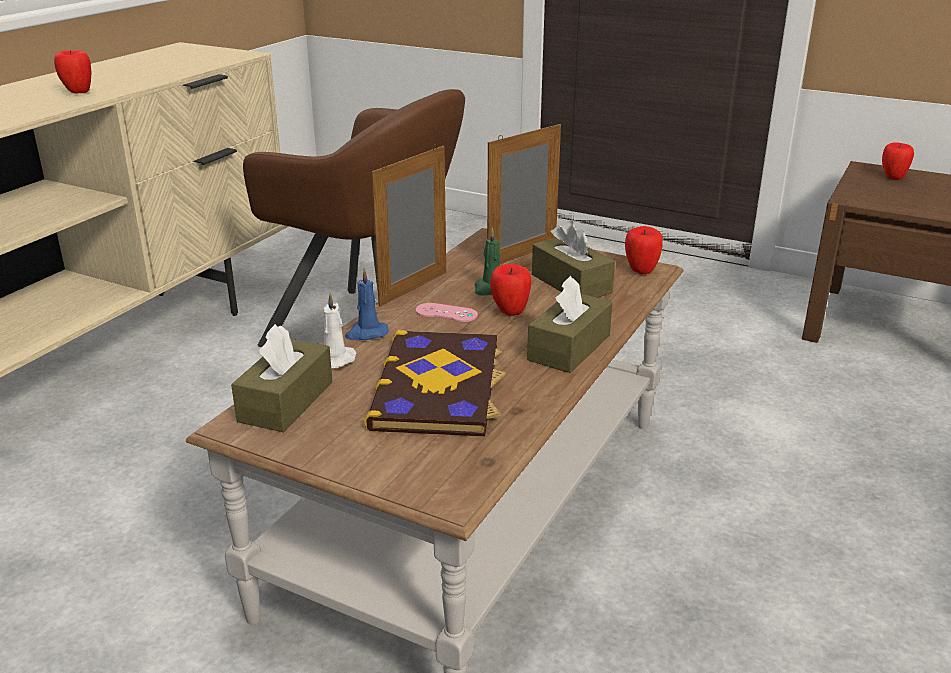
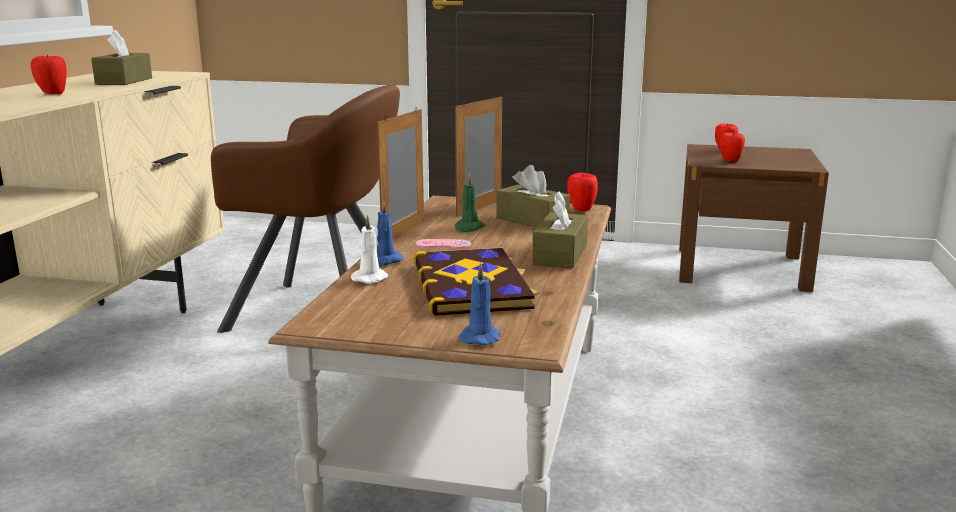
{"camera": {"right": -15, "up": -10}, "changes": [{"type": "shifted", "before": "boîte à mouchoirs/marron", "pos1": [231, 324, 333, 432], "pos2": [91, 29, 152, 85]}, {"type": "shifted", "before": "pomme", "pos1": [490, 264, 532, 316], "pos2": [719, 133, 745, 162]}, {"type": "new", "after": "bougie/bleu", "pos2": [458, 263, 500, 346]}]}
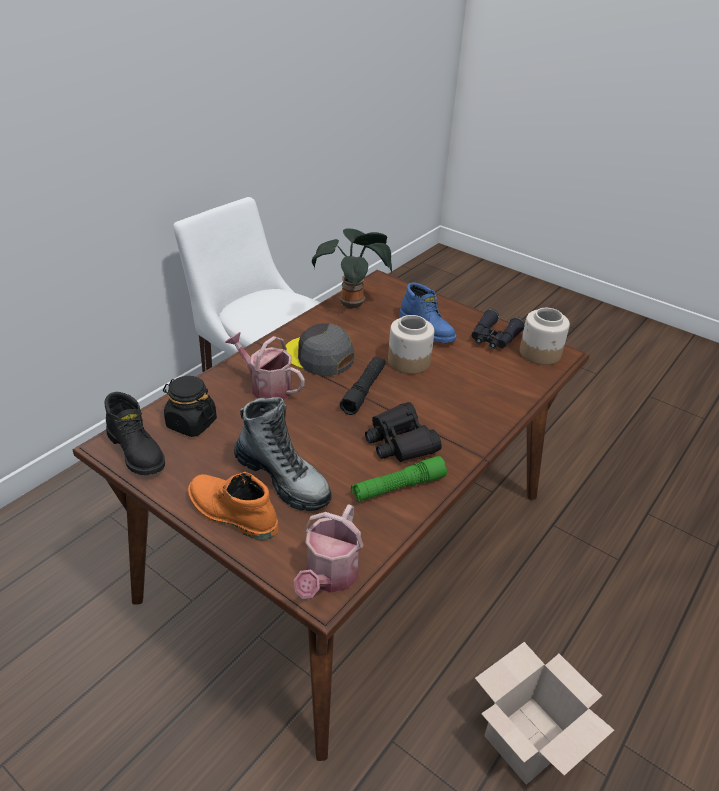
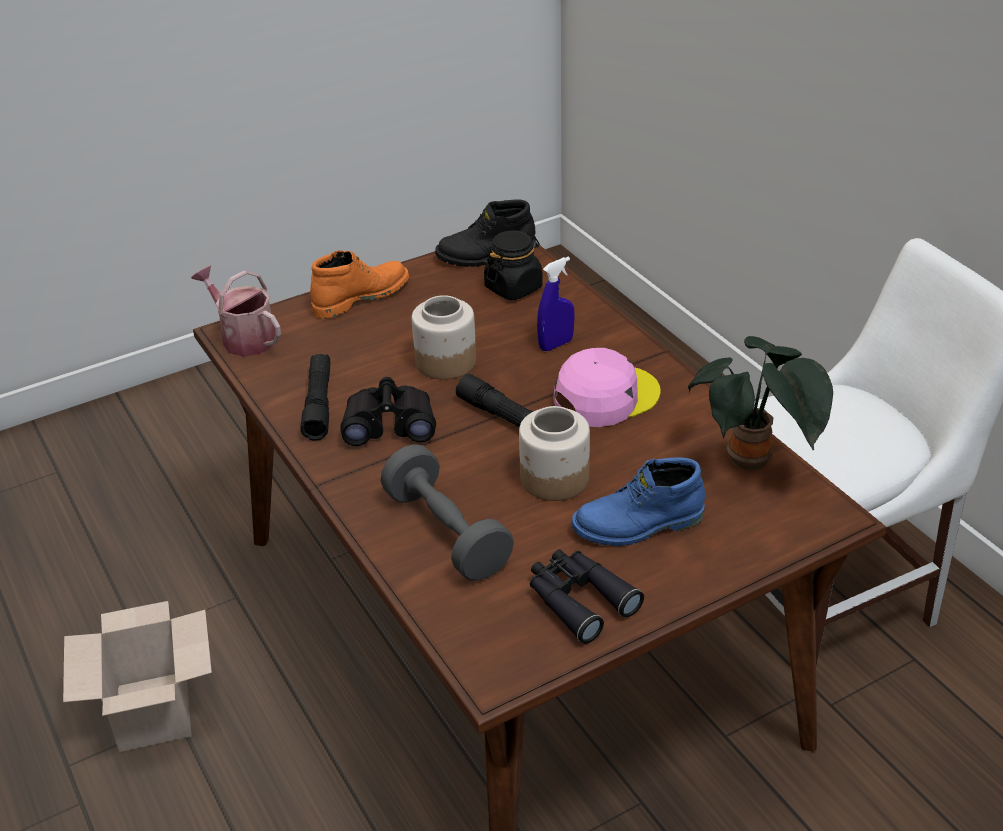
{"camera": {"right": 115, "up": 0}, "changes": [{"type": "swapped", "before": "arrosoir", "after": "vaporisateur/bleu", "pos1": [225, 332, 305, 400], "pos2": [537, 257, 575, 351]}, {"type": "gone", "before": "botte", "pos1": [234, 397, 332, 511]}, {"type": "repainted", "before": "casquette/gris", "after": "casquette/rose", "pos1": [286, 323, 354, 376], "pos2": [553, 348, 661, 427]}, {"type": "repainted", "before": "lampe de poche/vert", "after": "lampe de poche/noir", "pos1": [351, 456, 447, 502], "pos2": [301, 354, 330, 440]}, {"type": "shifted", "before": "bocal", "pos1": [520, 308, 570, 365], "pos2": [412, 295, 476, 380]}, {"type": "new", "after": "haltère/gris", "pos2": [381, 444, 514, 581]}]}
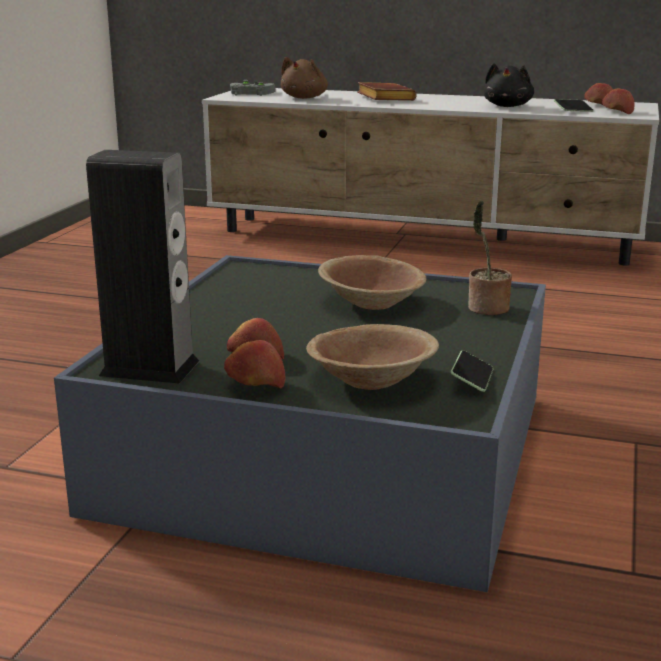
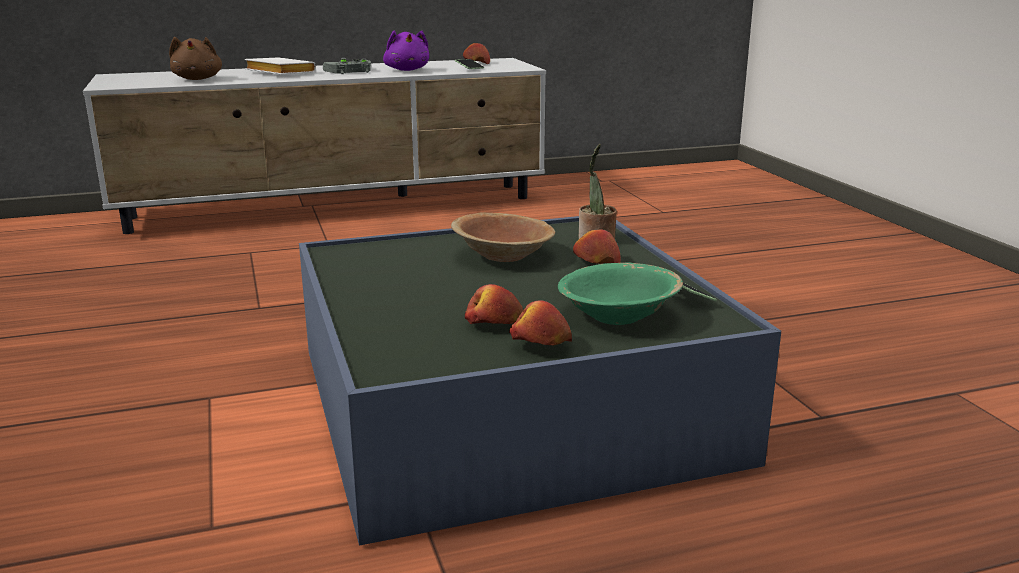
{"camera": {"right": -35, "up": 0}, "changes": [{"type": "gone", "before": "enceinte", "pos1": [86, 150, 199, 384]}, {"type": "shifted", "before": "manette/gris", "pos1": [230, 80, 276, 96], "pos2": [323, 58, 371, 74]}, {"type": "repainted", "before": "bol/marron", "after": "bol/vert", "pos1": [306, 324, 439, 390], "pos2": [558, 262, 683, 325]}, {"type": "repainted", "before": "livre/marron", "after": "livre/blanc", "pos1": [357, 82, 417, 101], "pos2": [245, 57, 316, 74]}, {"type": "repainted", "before": "peluche/noir", "after": "peluche/violet", "pos1": [484, 63, 534, 107], "pos2": [383, 30, 429, 71]}, {"type": "shifted", "before": "pomme", "pos1": [602, 88, 635, 114], "pos2": [573, 229, 621, 264]}]}
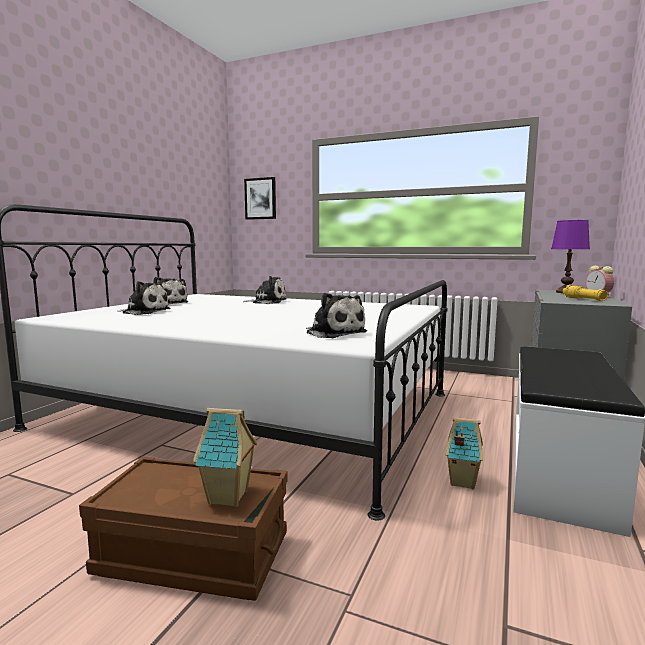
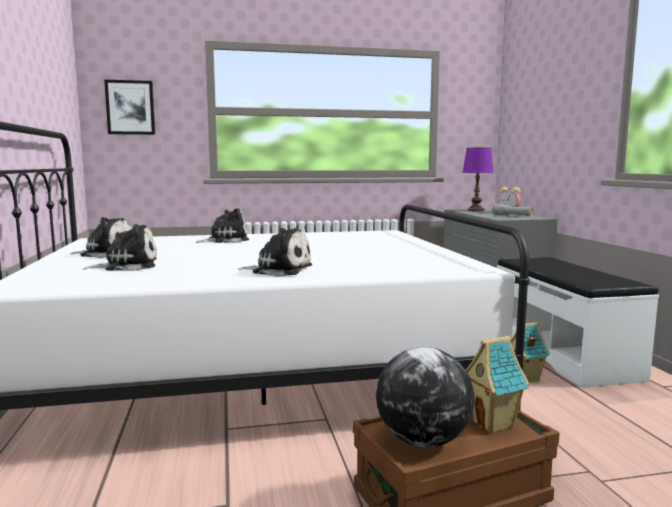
{"camera": {"right": -35, "up": 0}, "changes": [{"type": "shifted", "before": "peluche", "pos1": [306, 293, 367, 338], "pos2": [238, 227, 312, 276]}, {"type": "repainted", "before": "lampe de poche/jaune", "after": "lampe de poche/gris", "pos1": [563, 285, 608, 301], "pos2": [492, 204, 533, 216]}, {"type": "new", "after": "globe", "pos2": [376, 347, 475, 447]}]}
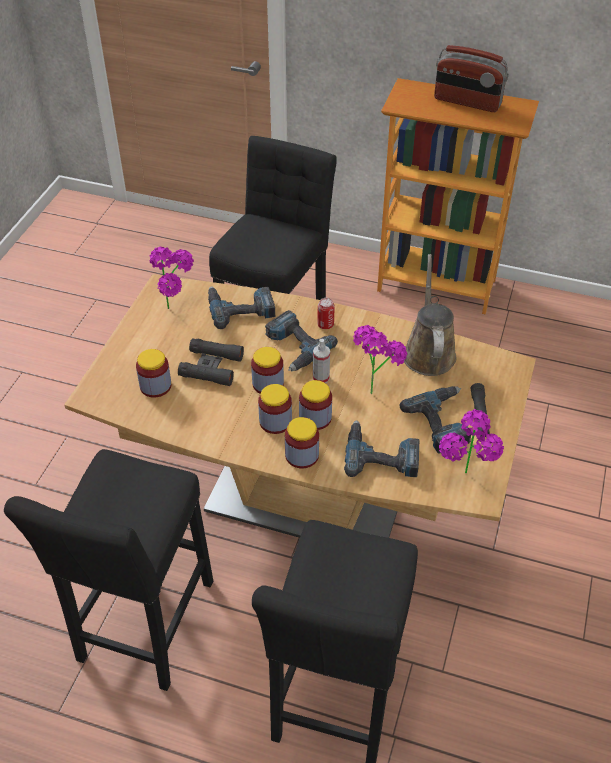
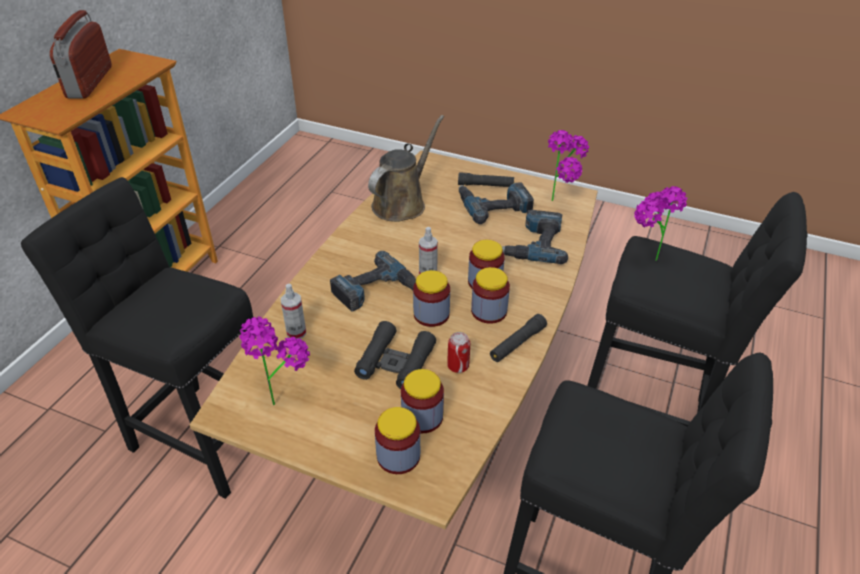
{"camera": {"right": -85, "up": -5}, "changes": [{"type": "swapped", "before": "perceuse", "after": "vaporisateur", "pos1": [208, 287, 275, 329], "pos2": [281, 283, 306, 339]}, {"type": "shifted", "before": "bocal", "pos1": [285, 417, 319, 468], "pos2": [375, 407, 420, 474]}, {"type": "shifted", "before": "boîte métallique", "pos1": [317, 298, 334, 329], "pos2": [447, 332, 470, 373]}, {"type": "shifted", "before": "plante en pot", "pos1": [353, 325, 407, 394], "pos2": [634, 186, 687, 261]}, {"type": "rotated", "before": "arrosoir/marron", "pos1": [404, 254, 457, 376], "pos2": [368, 115, 444, 222], "turn": 120}, {"type": "rotated", "before": "radio", "pos1": [434, 45, 509, 112], "pos2": [50, 10, 112, 99], "turn": 150}, {"type": "new", "after": "lampe de poche/noir", "pos2": [490, 314, 547, 362]}]}
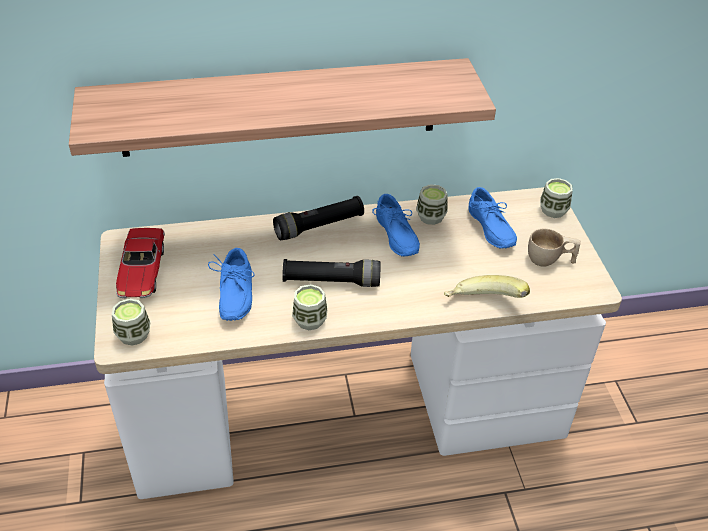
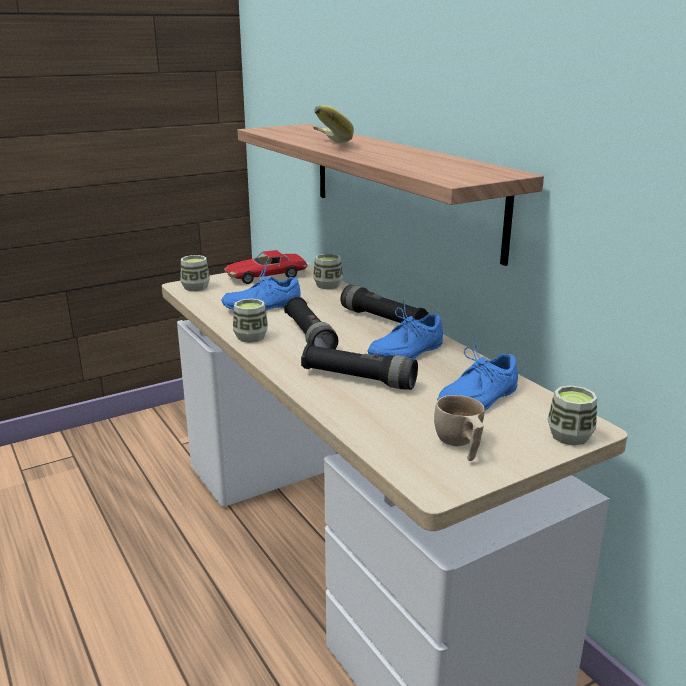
{"camera": {"right": 70, "up": -20}, "changes": [{"type": "shifted", "before": "tasse", "pos1": [416, 184, 448, 225], "pos2": [313, 254, 343, 289]}, {"type": "shifted", "before": "banane", "pos1": [444, 275, 530, 298], "pos2": [313, 106, 354, 143]}, {"type": "new", "after": "lampe de poche/noir", "pos2": [301, 343, 418, 390]}]}
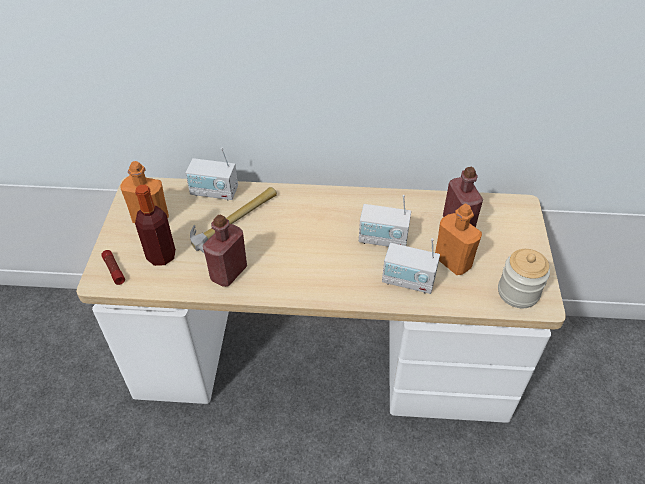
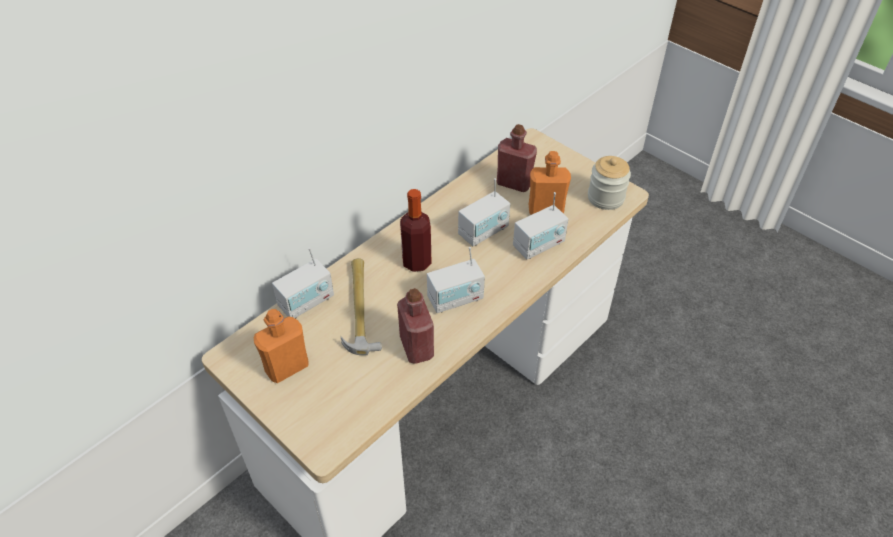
{"camera": {"right": -50, "up": 0}, "changes": [{"type": "gone", "before": "lampe de poche", "pos1": [101, 250, 125, 285]}, {"type": "shifted", "before": "bouteille", "pos1": [135, 185, 176, 266], "pos2": [400, 189, 432, 272]}, {"type": "new", "after": "radio", "pos2": [427, 247, 485, 313]}]}
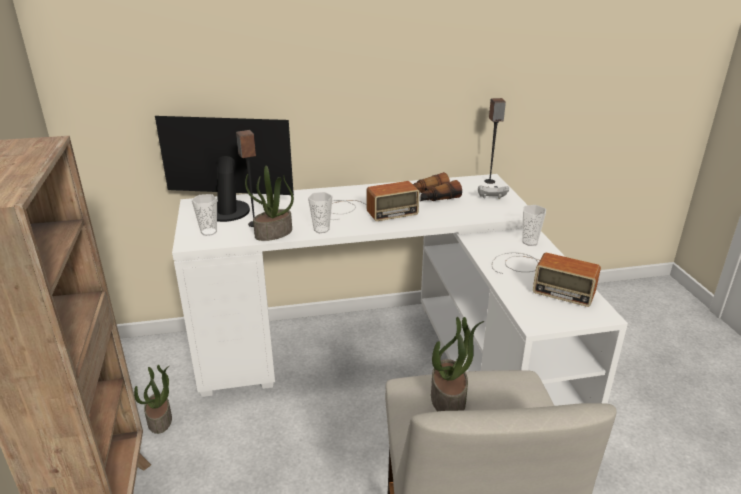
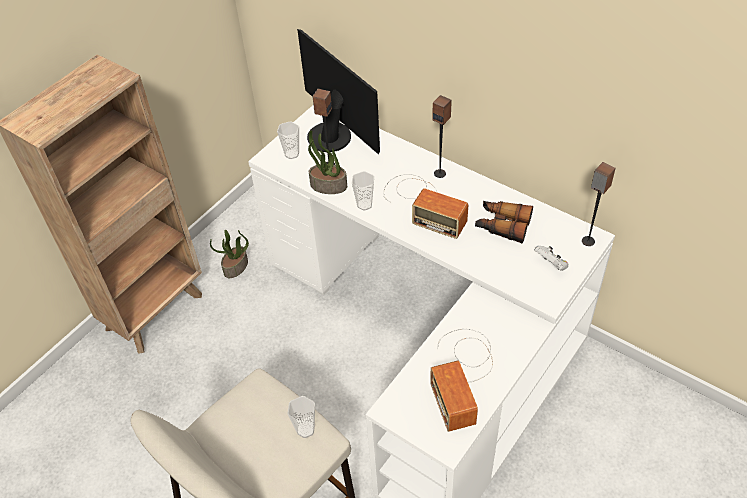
{"camera": {"right": 50, "up": 20}, "changes": [{"type": "gone", "before": "plante en pot", "pos1": [431, 317, 484, 412]}, {"type": "shifted", "before": "tasse", "pos1": [522, 205, 546, 246], "pos2": [287, 396, 315, 438]}, {"type": "new", "after": "enceinte", "pos2": [432, 95, 452, 178]}]}
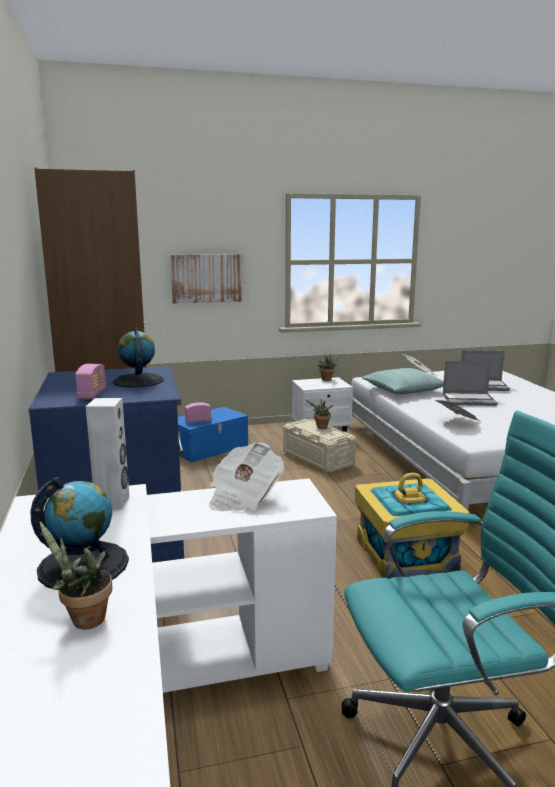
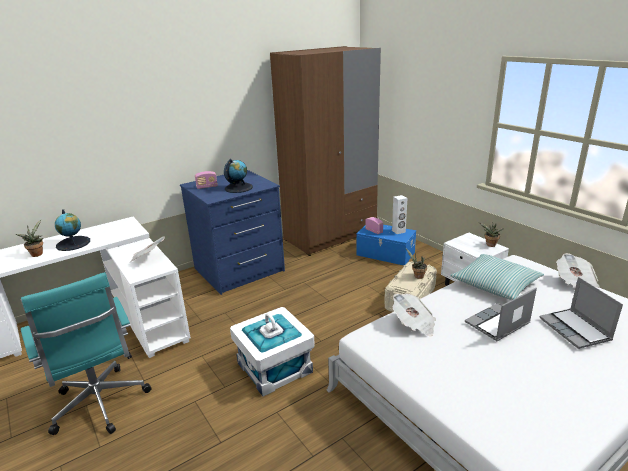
{"camera": {"right": 70, "up": 10}, "changes": [{"type": "shifted", "before": "enceinte/blanc", "pos1": [86, 398, 129, 510], "pos2": [392, 195, 407, 234]}, {"type": "gone", "before": "tableau", "pos1": [170, 254, 243, 304]}, {"type": "repainted", "before": "boîte de rangement/jaune", "after": "boîte de rangement/blanc", "pos1": [355, 473, 470, 579], "pos2": [230, 307, 315, 396]}, {"type": "rotated", "before": "ordinateur portable", "pos1": [443, 361, 498, 406], "pos2": [465, 288, 537, 341], "turn": 75}]}
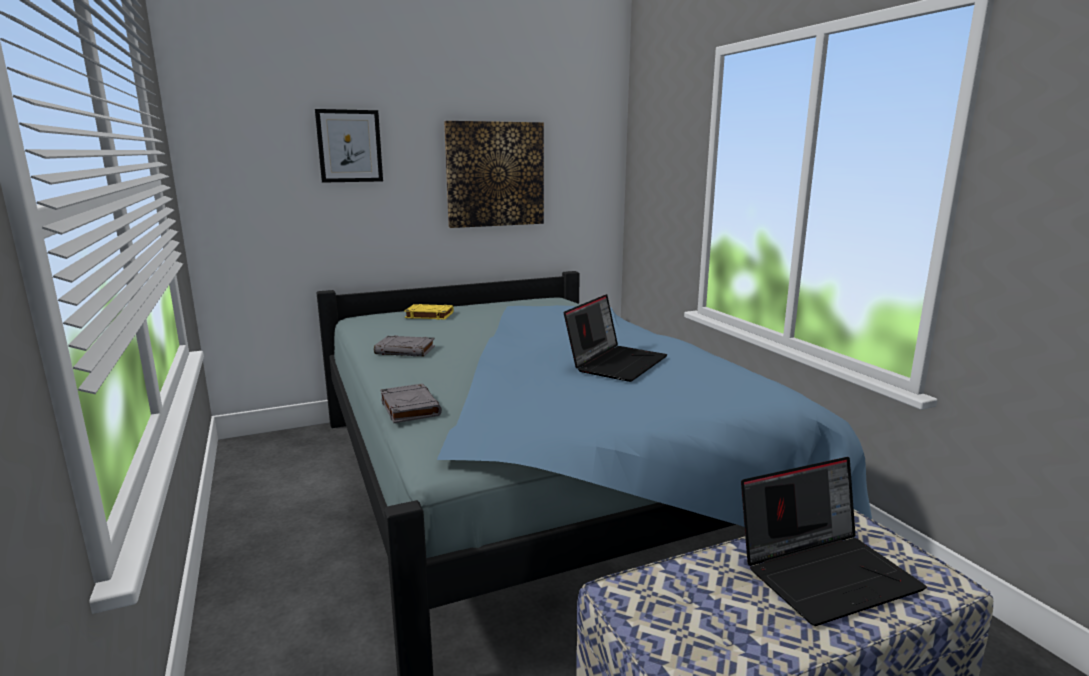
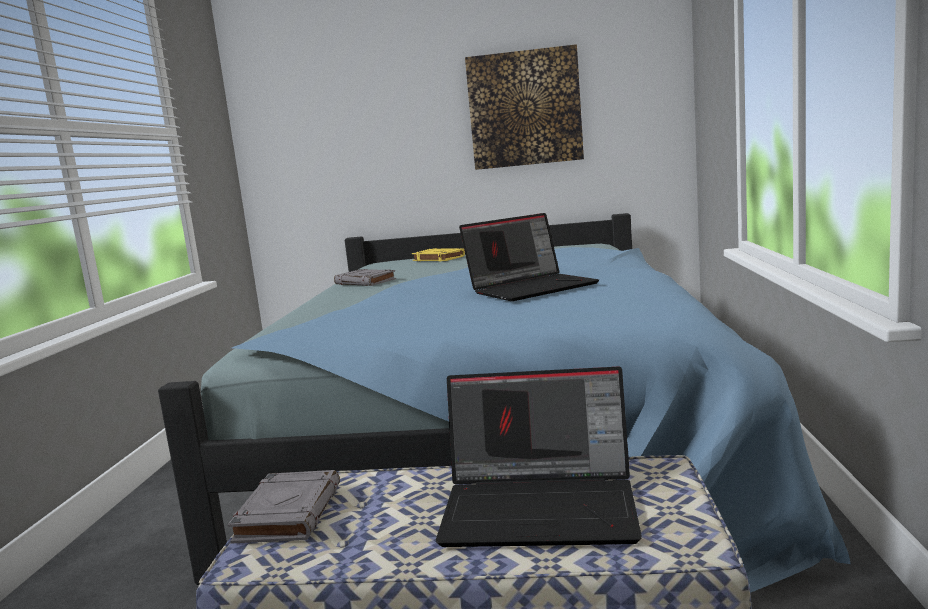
{"camera": {"right": 30, "up": -5}, "changes": [{"type": "gone", "before": "tableau", "pos1": [315, 109, 383, 183]}, {"type": "shifted", "before": "livre/gris", "pos1": [380, 383, 442, 423], "pos2": [228, 470, 340, 544]}]}
